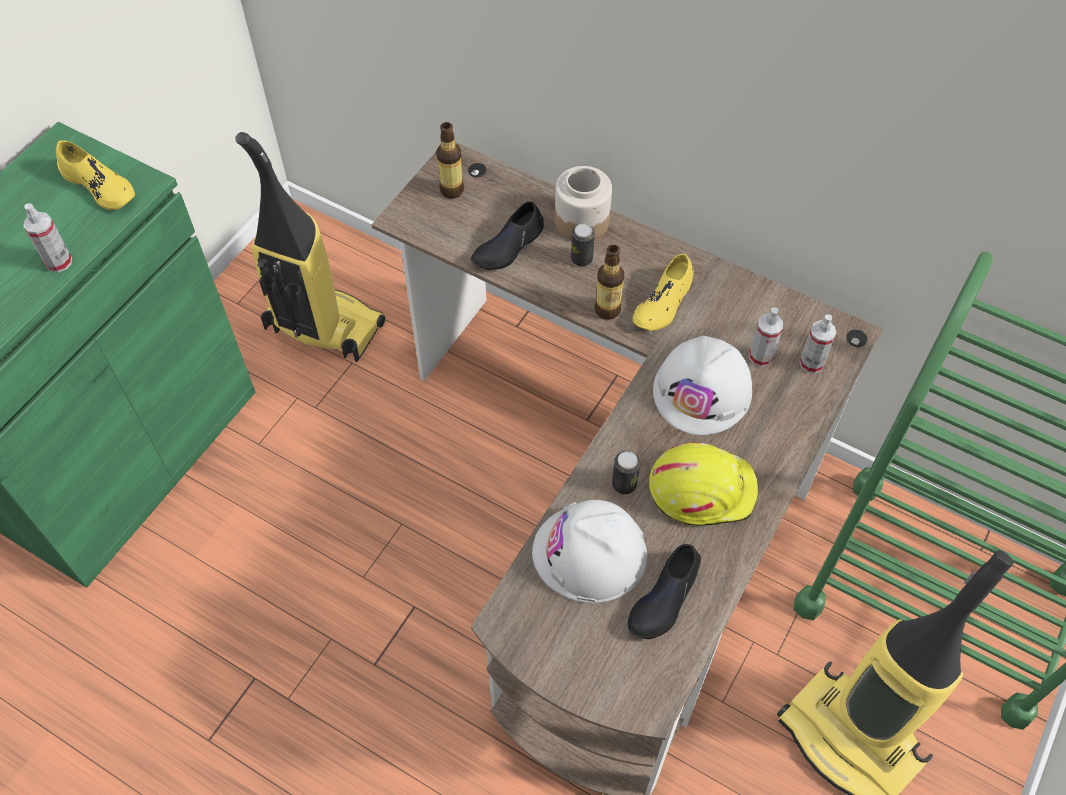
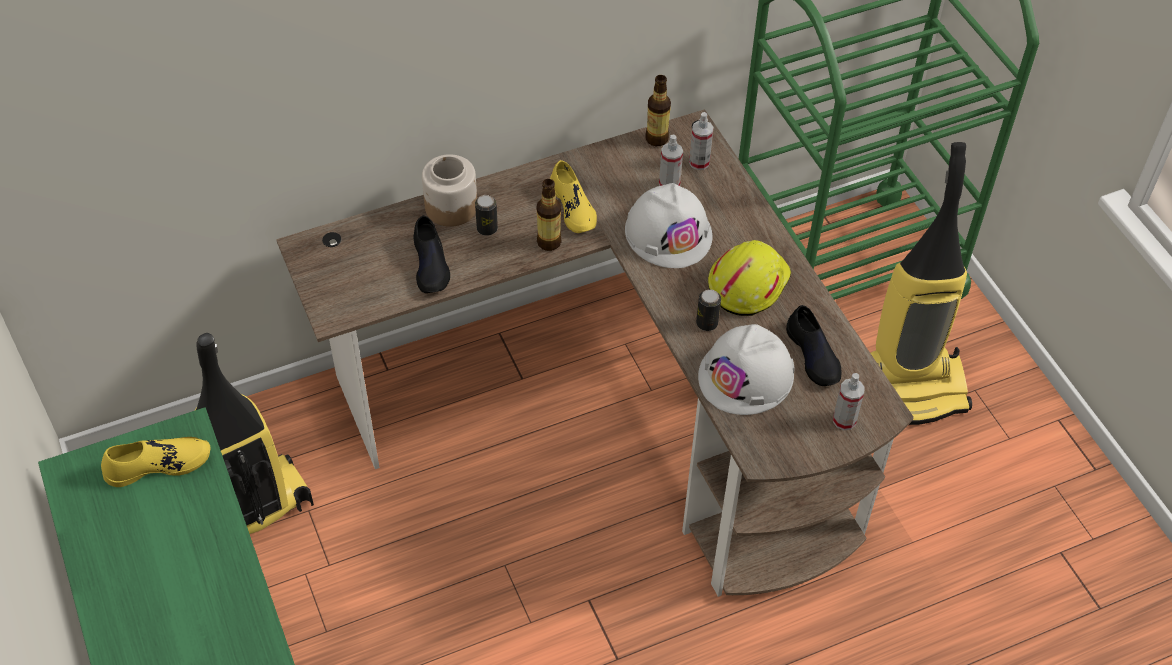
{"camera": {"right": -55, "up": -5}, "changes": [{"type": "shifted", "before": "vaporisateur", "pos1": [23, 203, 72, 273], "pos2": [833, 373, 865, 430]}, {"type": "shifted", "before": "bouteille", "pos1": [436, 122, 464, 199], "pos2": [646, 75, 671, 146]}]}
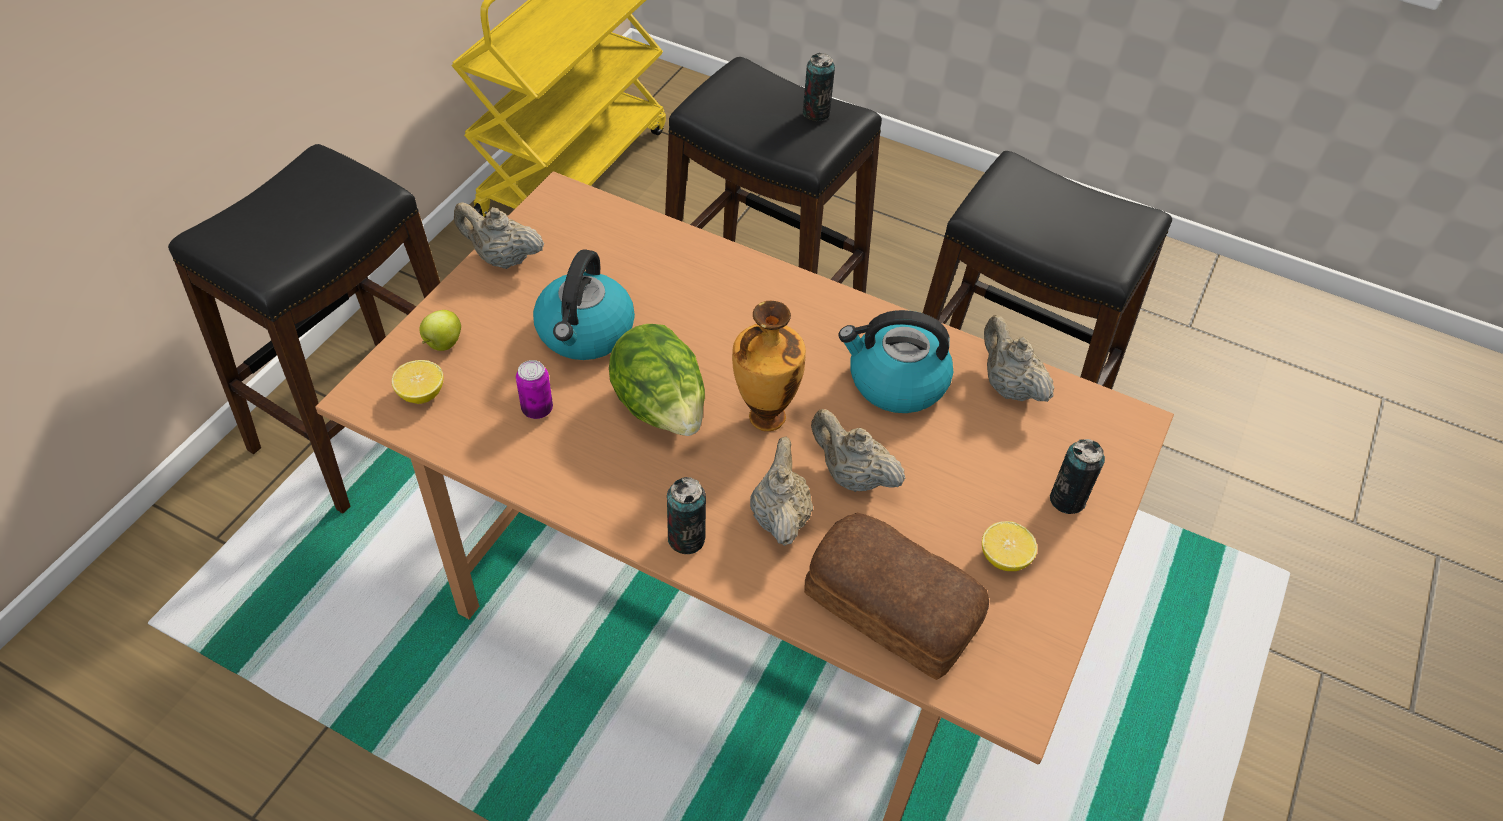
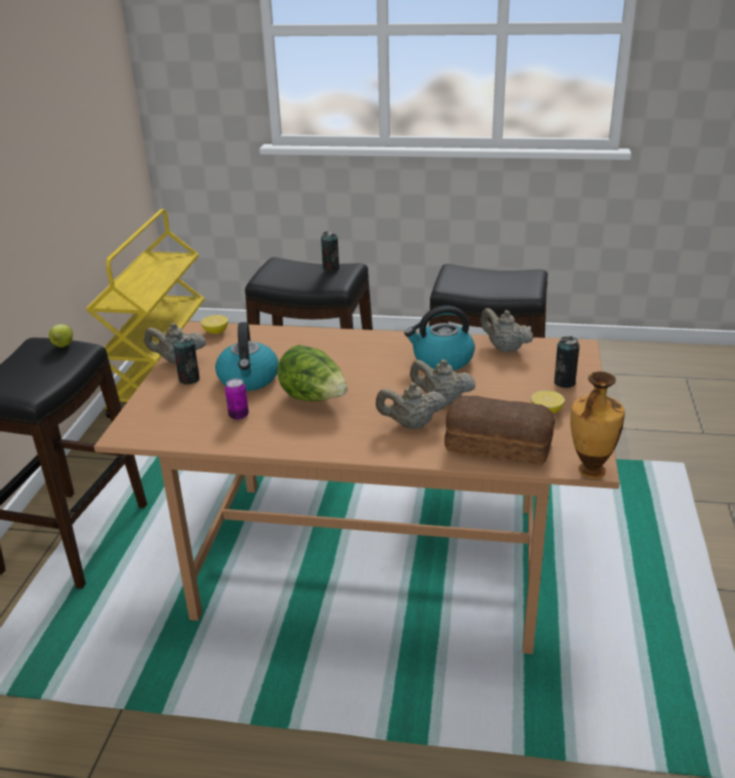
{"camera": {"right": -15, "up": -20}, "changes": [{"type": "shifted", "before": "citron", "pos1": [392, 360, 443, 404], "pos2": [201, 315, 228, 334]}, {"type": "shifted", "before": "pomme", "pos1": [419, 310, 461, 351], "pos2": [49, 324, 73, 347]}, {"type": "shifted", "before": "boîte métallique", "pos1": [667, 477, 706, 554], "pos2": [173, 334, 200, 385]}, {"type": "shifted", "before": "vase", "pos1": [732, 301, 806, 431], "pos2": [571, 372, 625, 479]}, {"type": "rotated", "before": "théière/beige", "pos1": [750, 436, 813, 546], "pos2": [376, 383, 447, 429], "turn": -75}]}
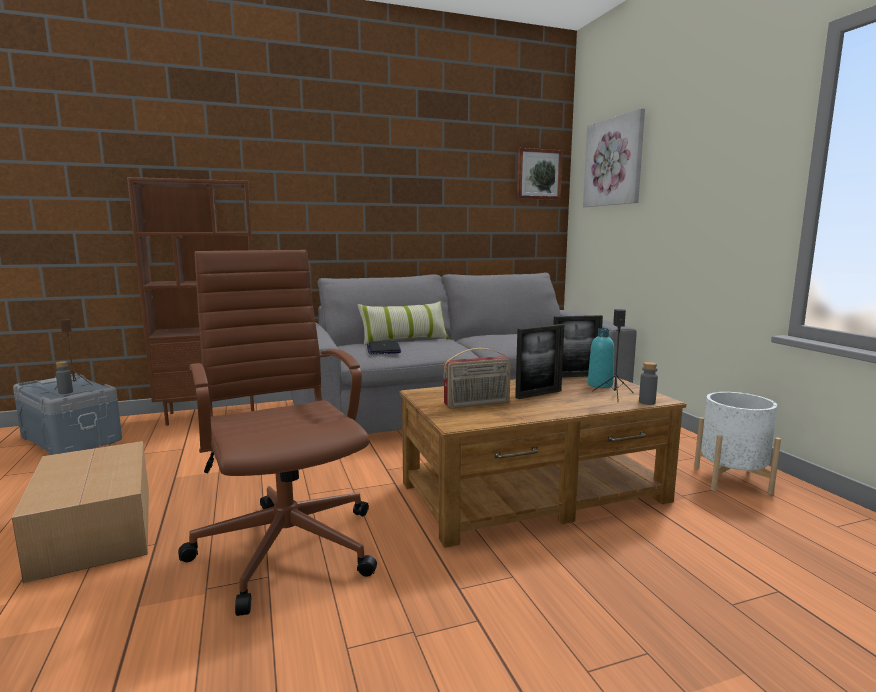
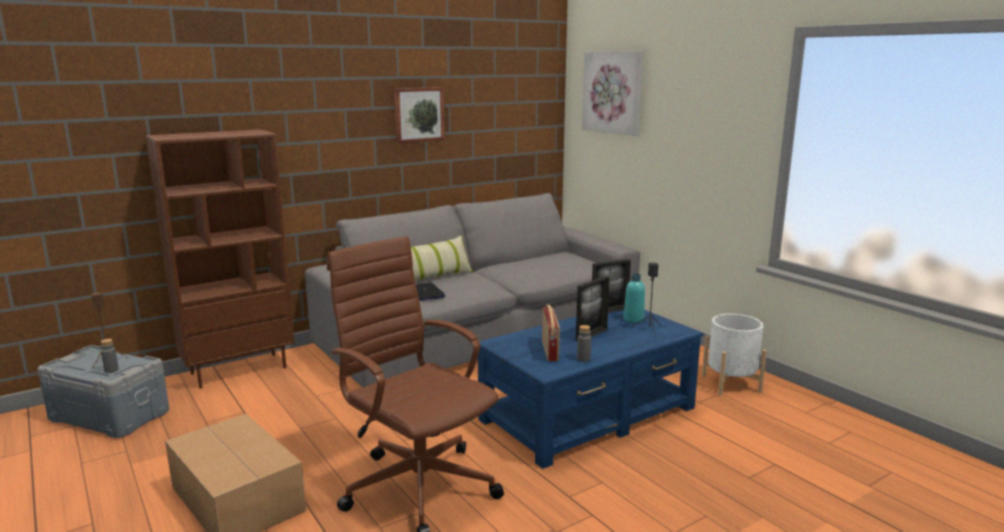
{"camera": {"right": -15, "up": 5}, "changes": [{"type": "repainted", "before": "table basse/marron", "after": "table basse/bleu", "pos1": [399, 376, 686, 548], "pos2": [478, 310, 704, 469]}, {"type": "rotated", "before": "radio", "pos1": [443, 348, 511, 408], "pos2": [542, 305, 560, 361], "turn": -60}, {"type": "shifted", "before": "tableau", "pos1": [516, 148, 563, 200], "pos2": [394, 87, 445, 144]}, {"type": "shifted", "before": "bouteille/gris", "pos1": [639, 362, 658, 405], "pos2": [577, 325, 591, 362]}]}
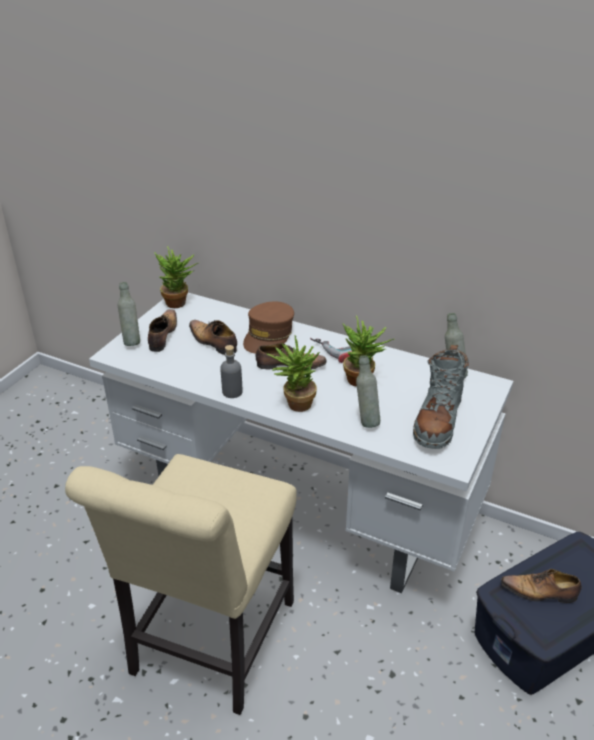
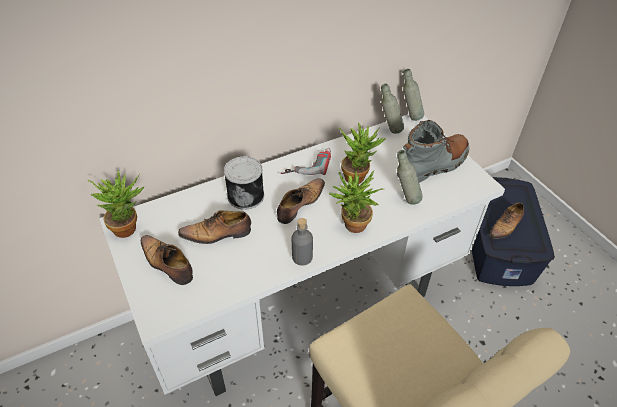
{"camera": {"right": -55, "up": 10}, "changes": [{"type": "shifted", "before": "bouteille/gris", "pos1": [118, 282, 140, 346], "pos2": [403, 69, 424, 121]}, {"type": "swapped", "before": "casquette/marron", "after": "boîte métallique", "pos1": [243, 301, 294, 354], "pos2": [224, 156, 264, 210]}, {"type": "rotated", "before": "botte/gris", "pos1": [413, 345, 469, 449], "pos2": [397, 120, 469, 183], "turn": -90}]}
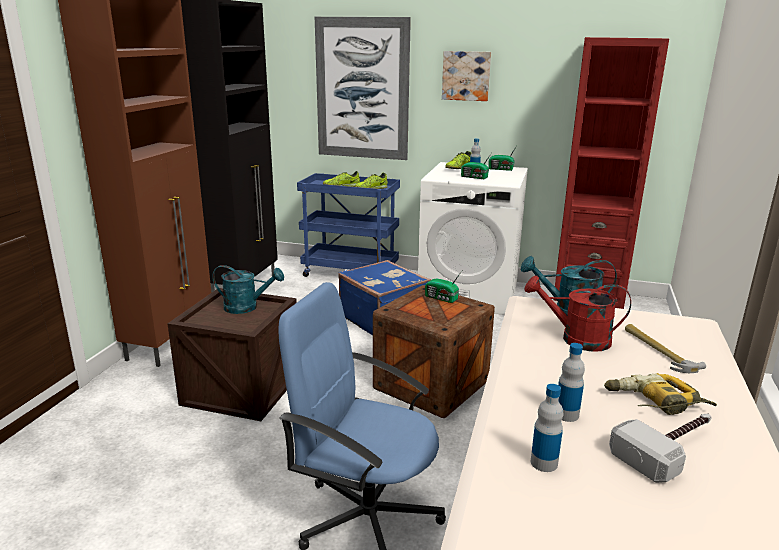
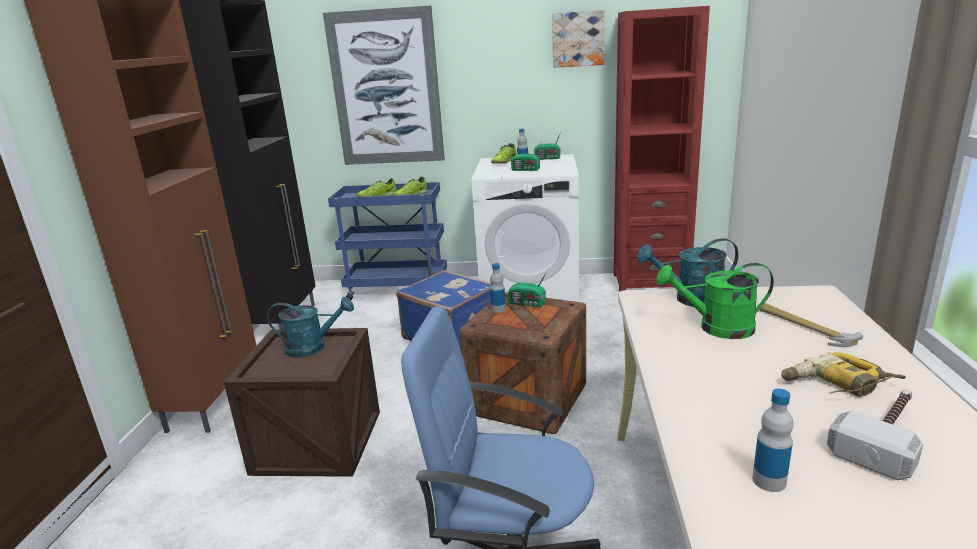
{"camera": {"right": -10, "up": 0}, "changes": [{"type": "shifted", "before": "tableau", "pos1": [442, 51, 491, 101], "pos2": [552, 10, 604, 68]}, {"type": "repainted", "before": "arrosoir/rouge", "after": "arrosoir/vert", "pos1": [525, 276, 631, 352], "pos2": [656, 263, 774, 339]}, {"type": "shifted", "before": "bouteille", "pos1": [558, 343, 585, 422], "pos2": [490, 263, 506, 313]}]}
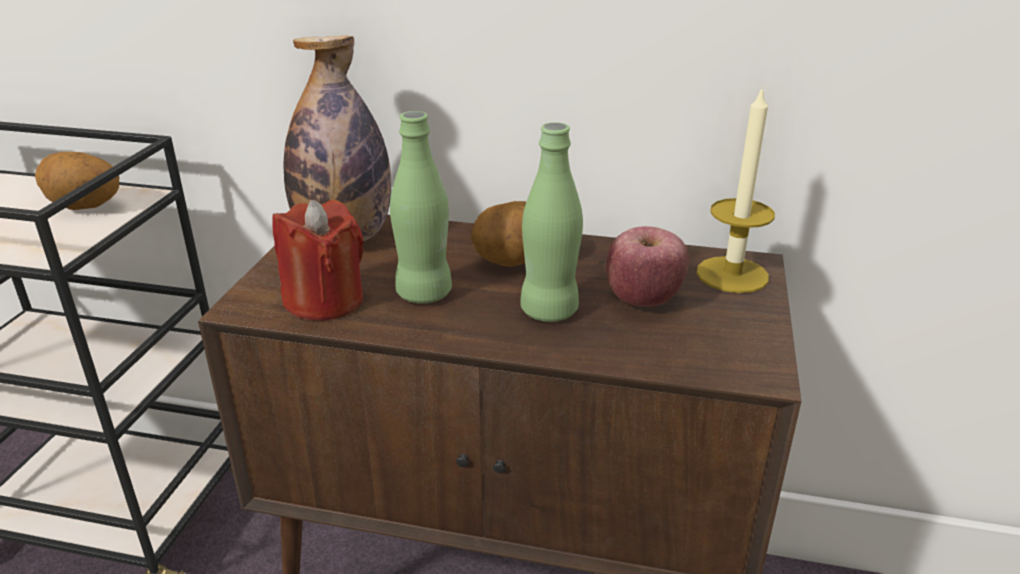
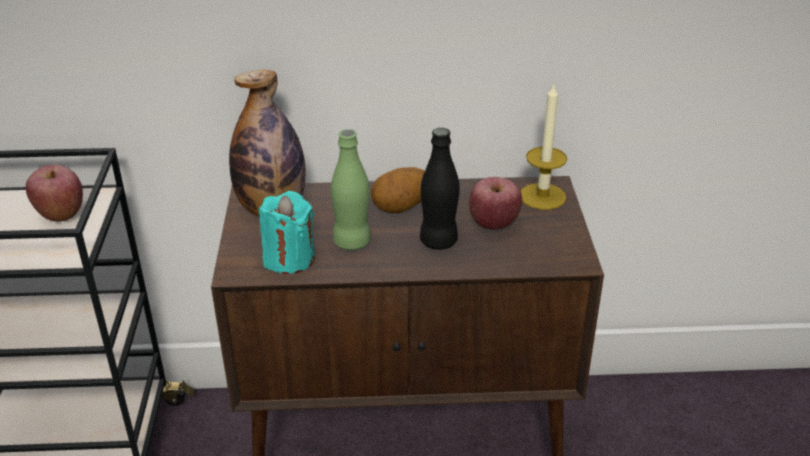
{"camera": {"right": -15, "up": 5}, "changes": [{"type": "swapped", "before": "pomme de terre", "after": "pomme", "pos1": [35, 152, 119, 210], "pos2": [26, 165, 83, 222]}, {"type": "repainted", "before": "bougie/rouge", "after": "bougie/turquoise", "pos1": [272, 200, 364, 321], "pos2": [258, 191, 315, 274]}, {"type": "repainted", "before": "bouteille/vert", "after": "bouteille/noir", "pos1": [520, 122, 583, 322], "pos2": [420, 128, 460, 250]}]}
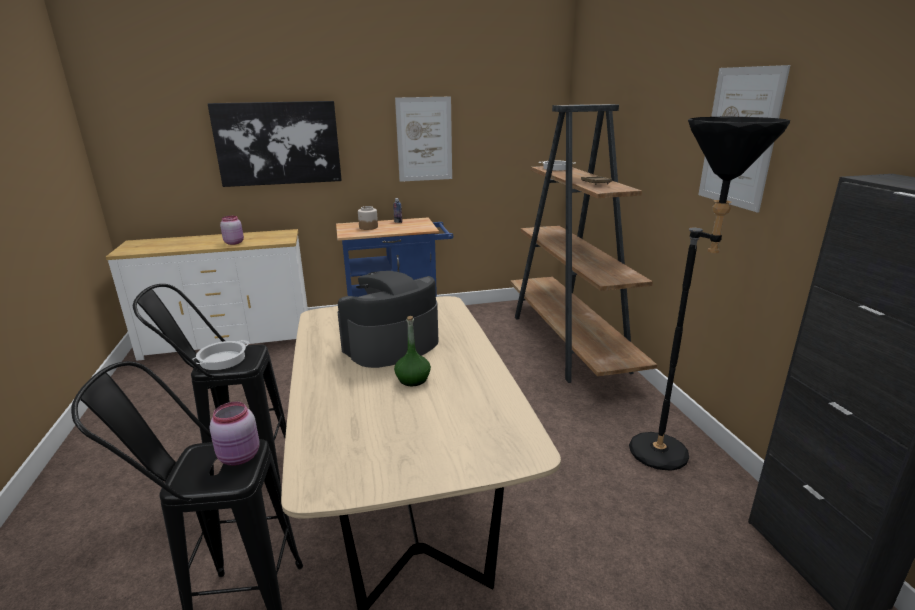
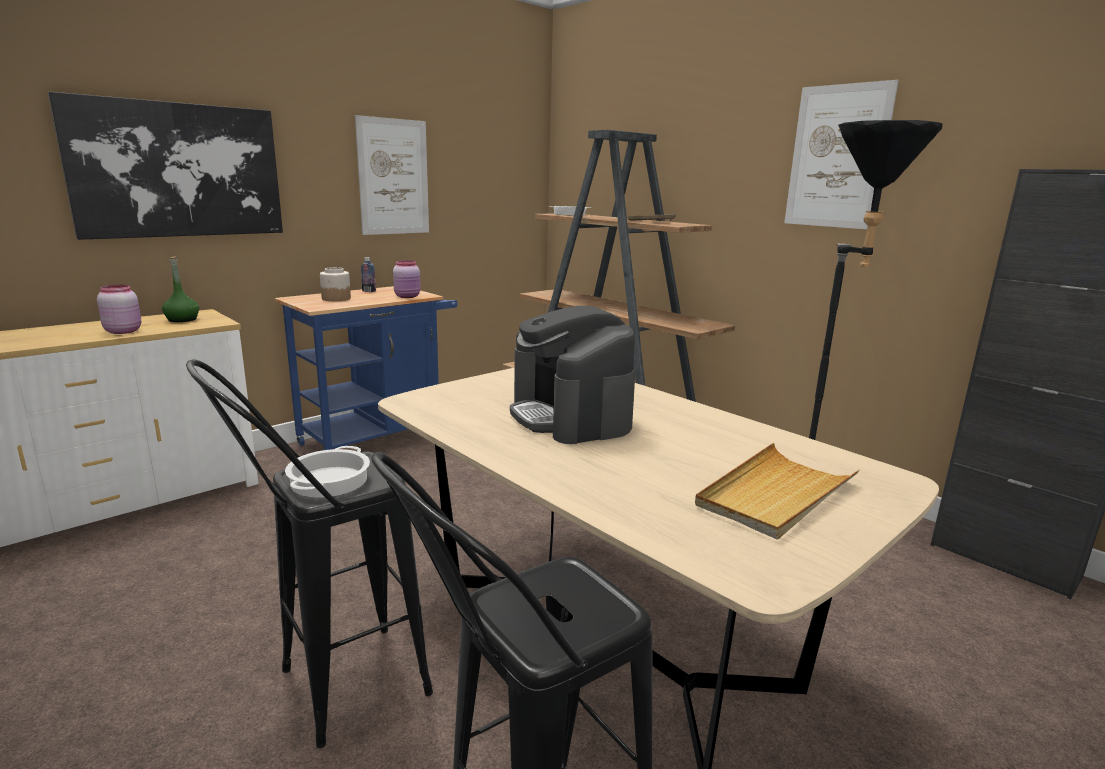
{"camera": {"right": -30, "up": -5}, "changes": [{"type": "shifted", "before": "bocal/rose", "pos1": [209, 402, 259, 466], "pos2": [393, 260, 421, 298]}, {"type": "rotated", "before": "machine à café", "pos1": [338, 271, 439, 368], "pos2": [510, 306, 635, 444], "turn": -45}, {"type": "shifted", "before": "bouteille/vert", "pos1": [394, 316, 431, 386], "pos2": [162, 256, 199, 322]}, {"type": "new", "after": "plateau/beige", "pos2": [695, 443, 860, 540]}]}
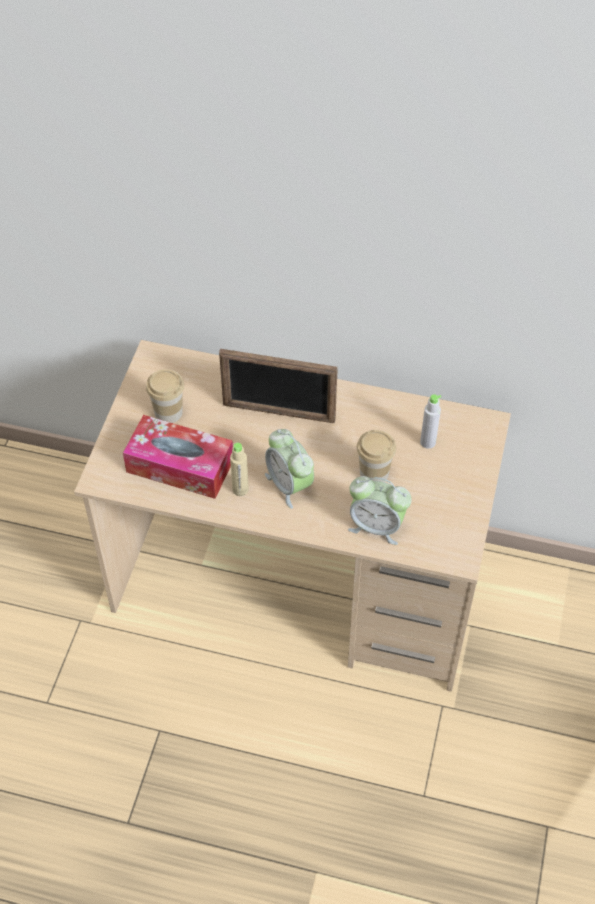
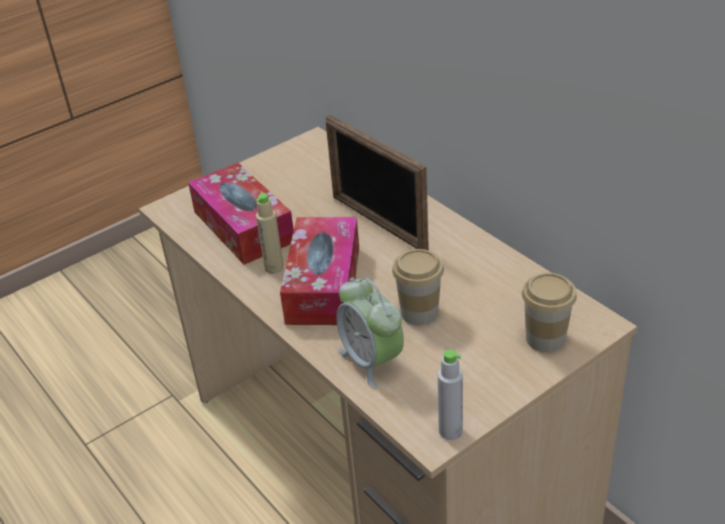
{"camera": {"right": 40, "up": -15}, "changes": [{"type": "shifted", "before": "tasse", "pos1": [146, 369, 184, 423], "pos2": [522, 273, 577, 352]}, {"type": "swapped", "before": "réveil", "after": "boîte à mouchoirs", "pos1": [265, 429, 314, 509], "pos2": [280, 217, 359, 325]}, {"type": "shifted", "before": "bouteille/gris", "pos1": [420, 394, 442, 449], "pos2": [438, 349, 463, 440]}]}
